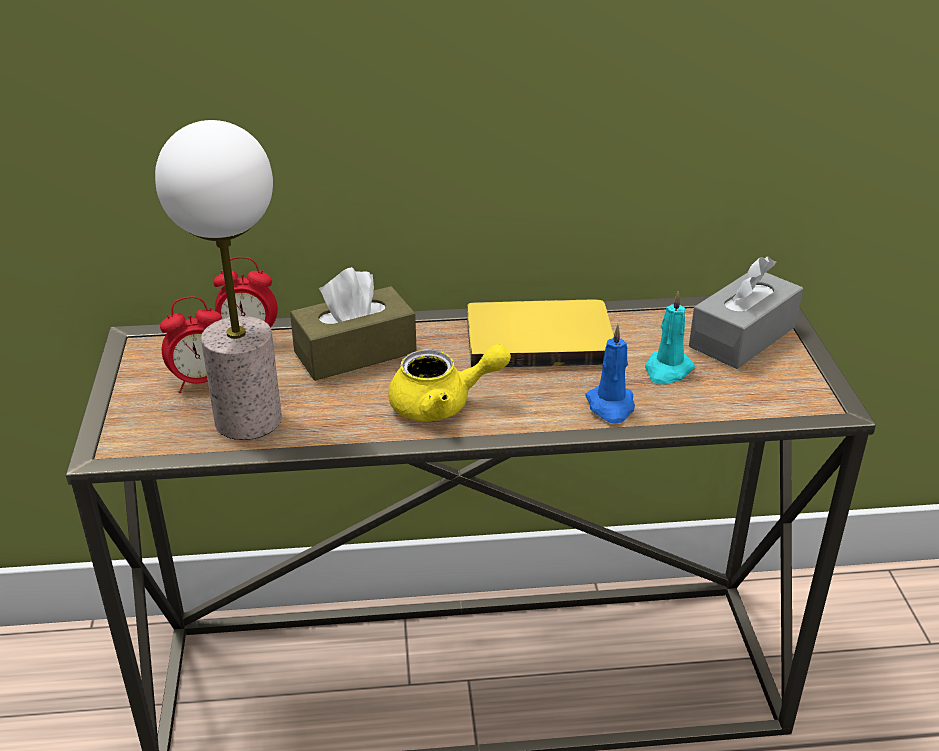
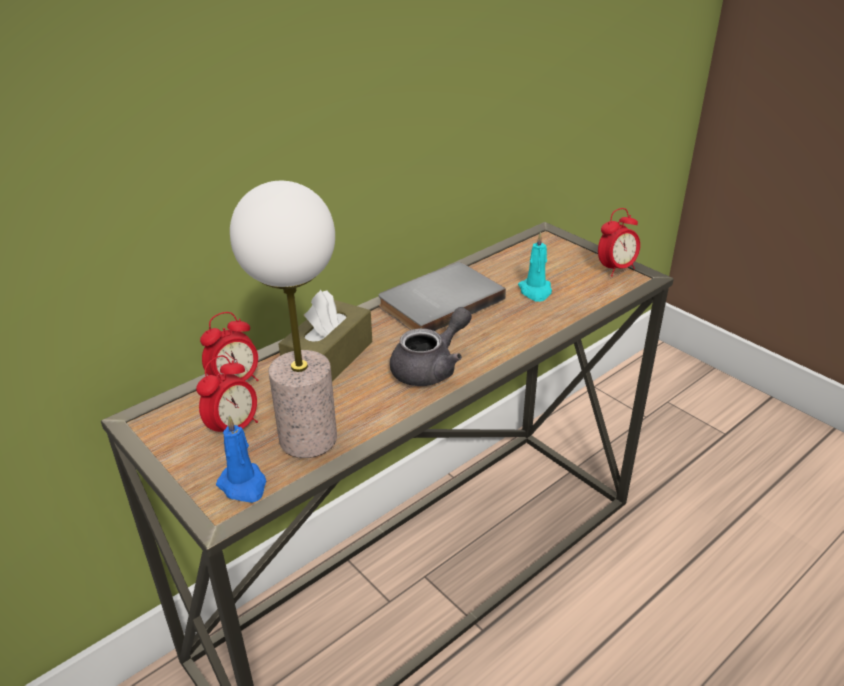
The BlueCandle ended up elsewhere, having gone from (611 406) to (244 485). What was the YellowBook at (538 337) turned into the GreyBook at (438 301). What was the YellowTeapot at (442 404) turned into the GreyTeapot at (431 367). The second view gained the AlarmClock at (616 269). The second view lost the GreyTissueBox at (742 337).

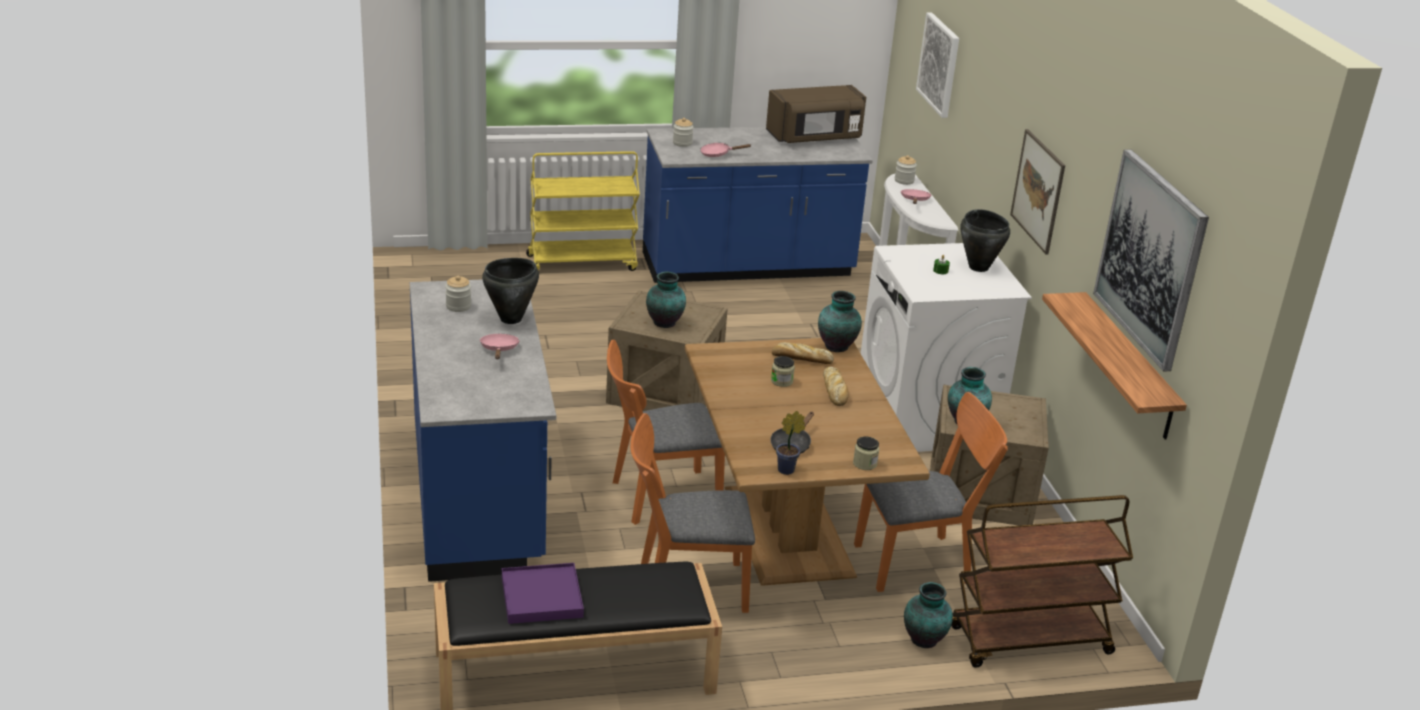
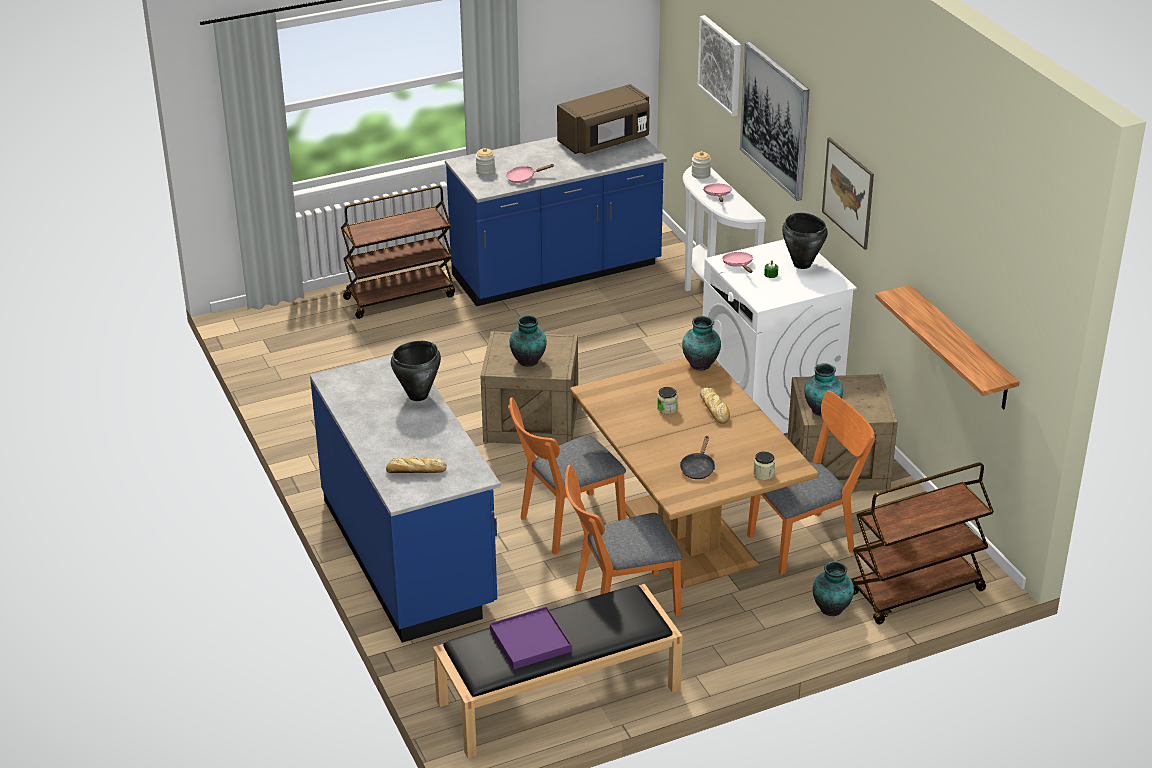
What was the YellowCart at (582 262) turned into the BrownCart at (400 297). The Bread ended up elsewhere, having gone from (800 358) to (415 471). The PinkFryingPan ended up elsewhere, having gone from (499 349) to (738 265). The Picture ended up elsewhere, having gone from (1150 258) to (775 120). The second view lost the Jar at (458 306). The second view lost the PottedPlant at (788 470).

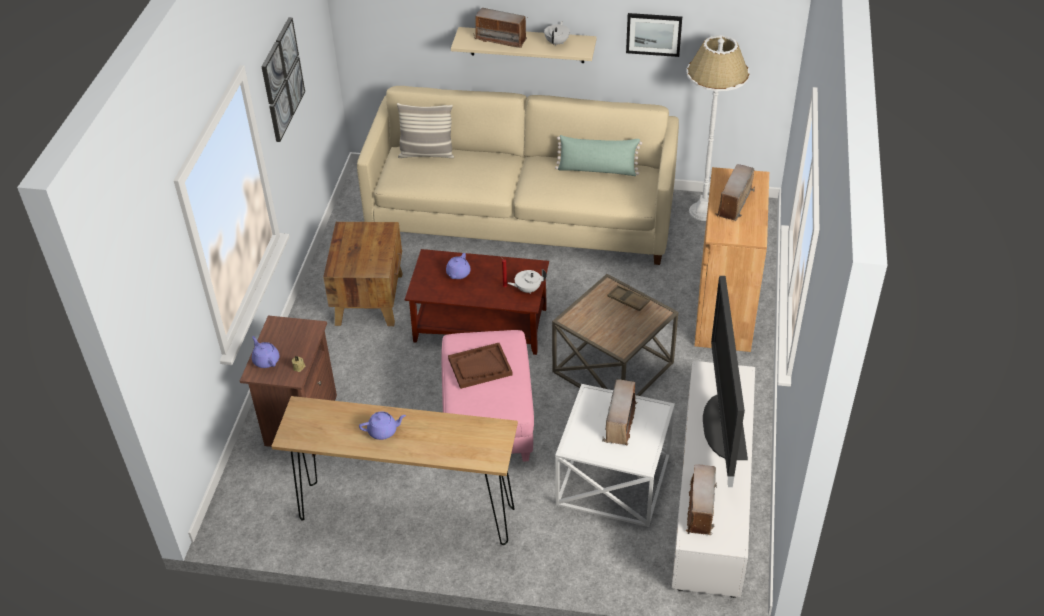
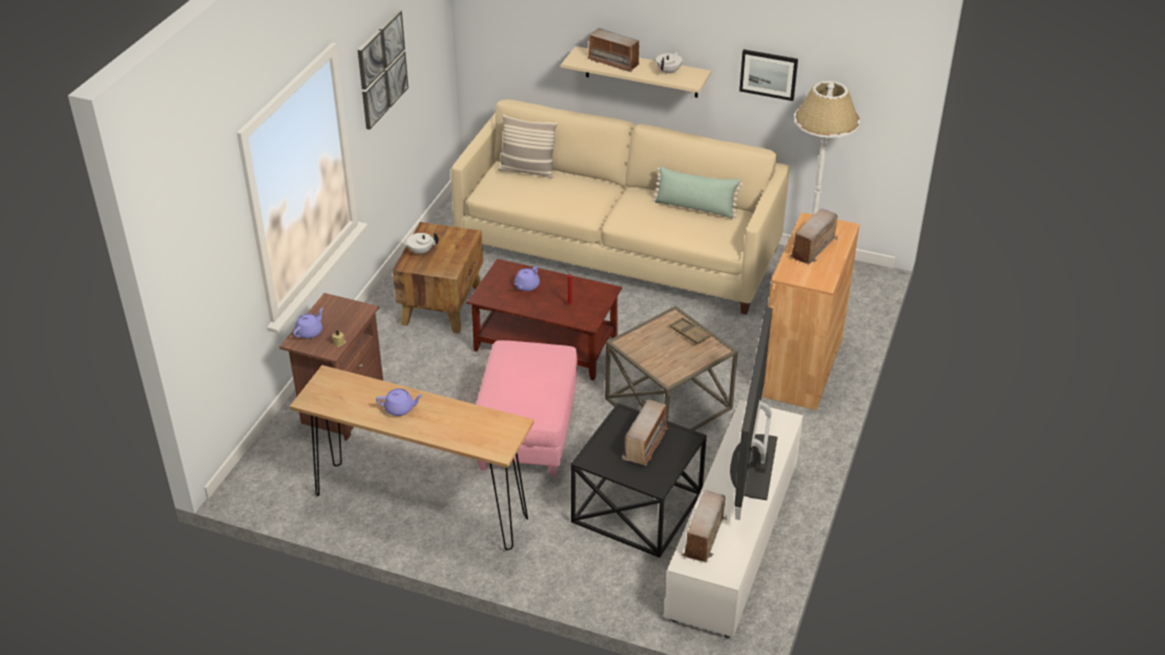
The PurpleTeapot at (266 360) ended up facing another way, 60 degrees clockwise from before. The WhiteTeapot ended up elsewhere, having gone from (527 289) to (420 251). What was the WhiteSideTable at (613 478) turned into the BlackSideTable at (637 506). The second view lost the BrownTray at (480 367).

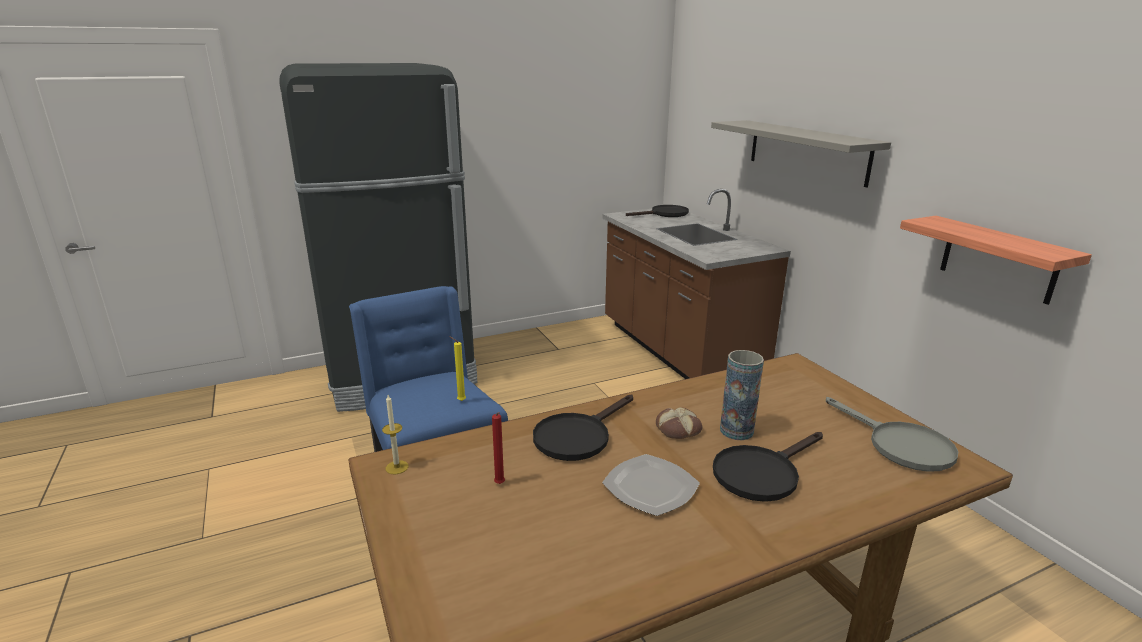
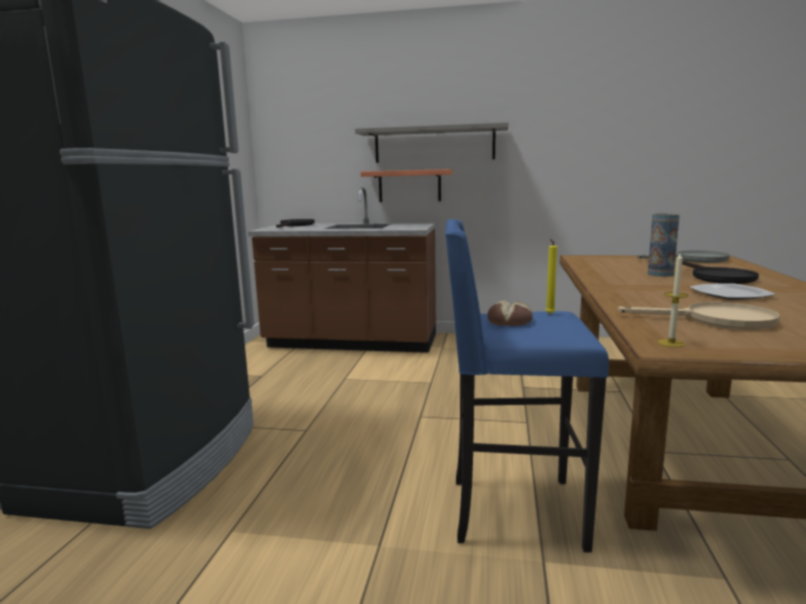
The Shelf ended up elsewhere, having gone from (998 259) to (409 186). The Bread ended up elsewhere, having gone from (678 429) to (510 321). Where the RedCandle stood at (500 485), the BeigeFryingPan came to stand at (716 320). The second view lost the BlackFryingPan at (578 436).

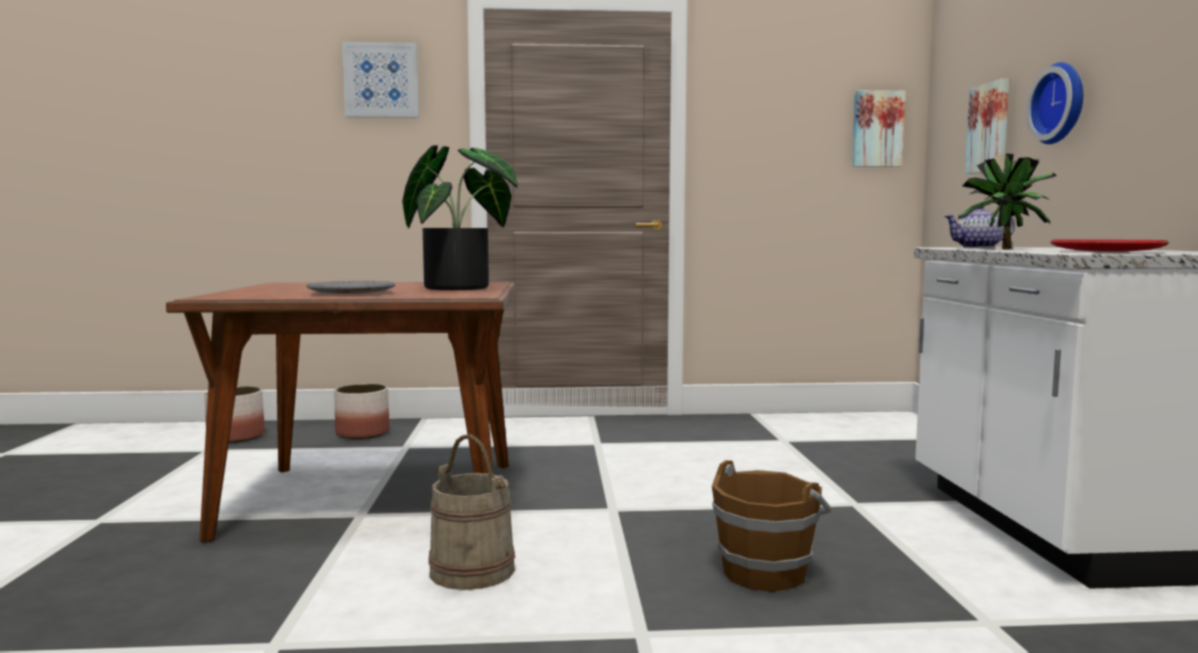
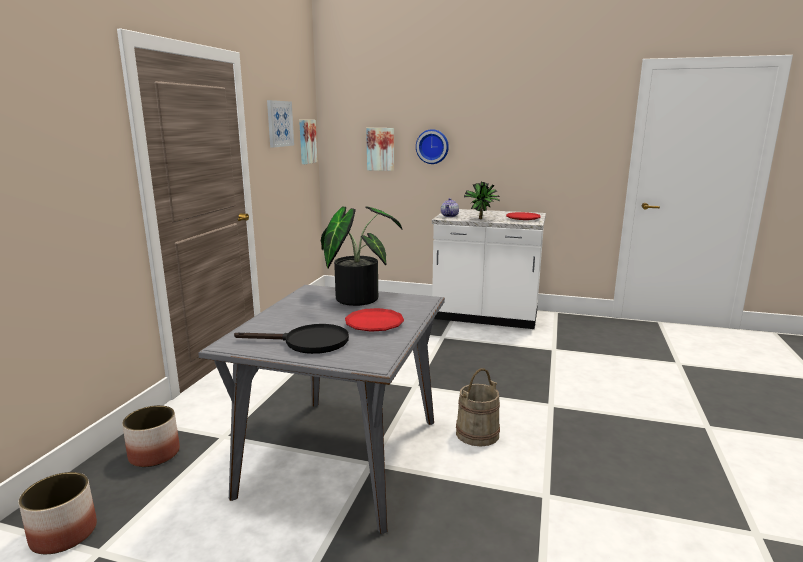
What was the BrownDiningTable at (374 499) turned into the GreyDiningTable at (342 457). The second view gained the BlackFryingPan at (307 343). The Picture ended up elsewhere, having gone from (381 80) to (279 123). What was the GreyPlate at (351 293) turned into the RedPlate at (374 324). The second view lost the BrownBucket at (765 572).

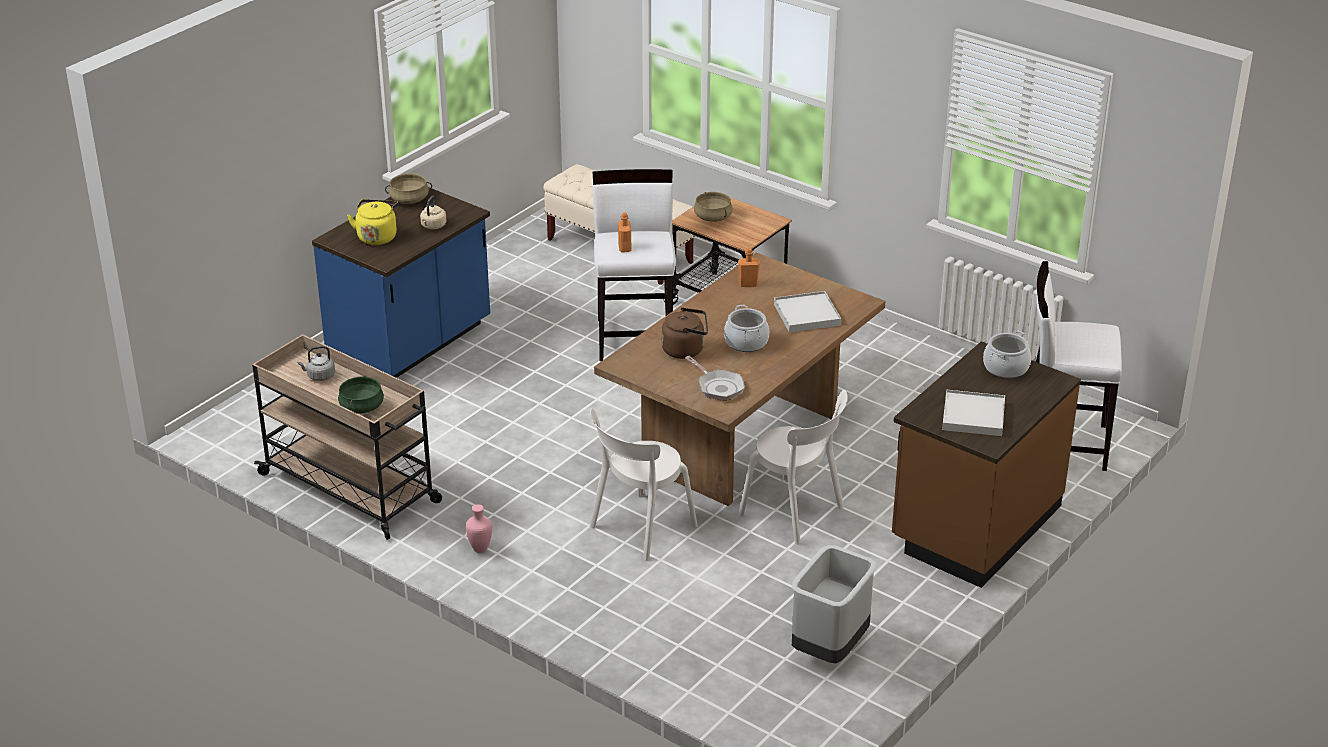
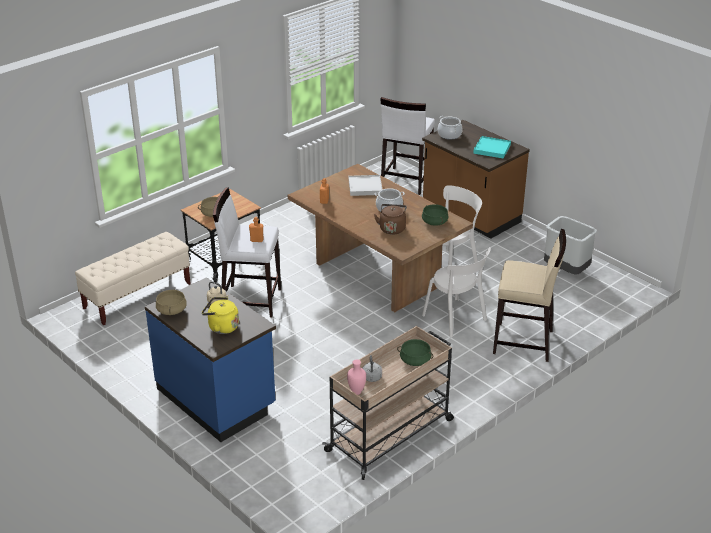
The PinkVase ended up elsewhere, having gone from (480 549) to (356 392). Where the FryingPan stood at (718 387), the GreenCookingPot came to stand at (434 222). What was the WhiteTray at (973 416) turned into the TurquoiseTray at (492 149). The second view gained the BeigeStool at (524 342).

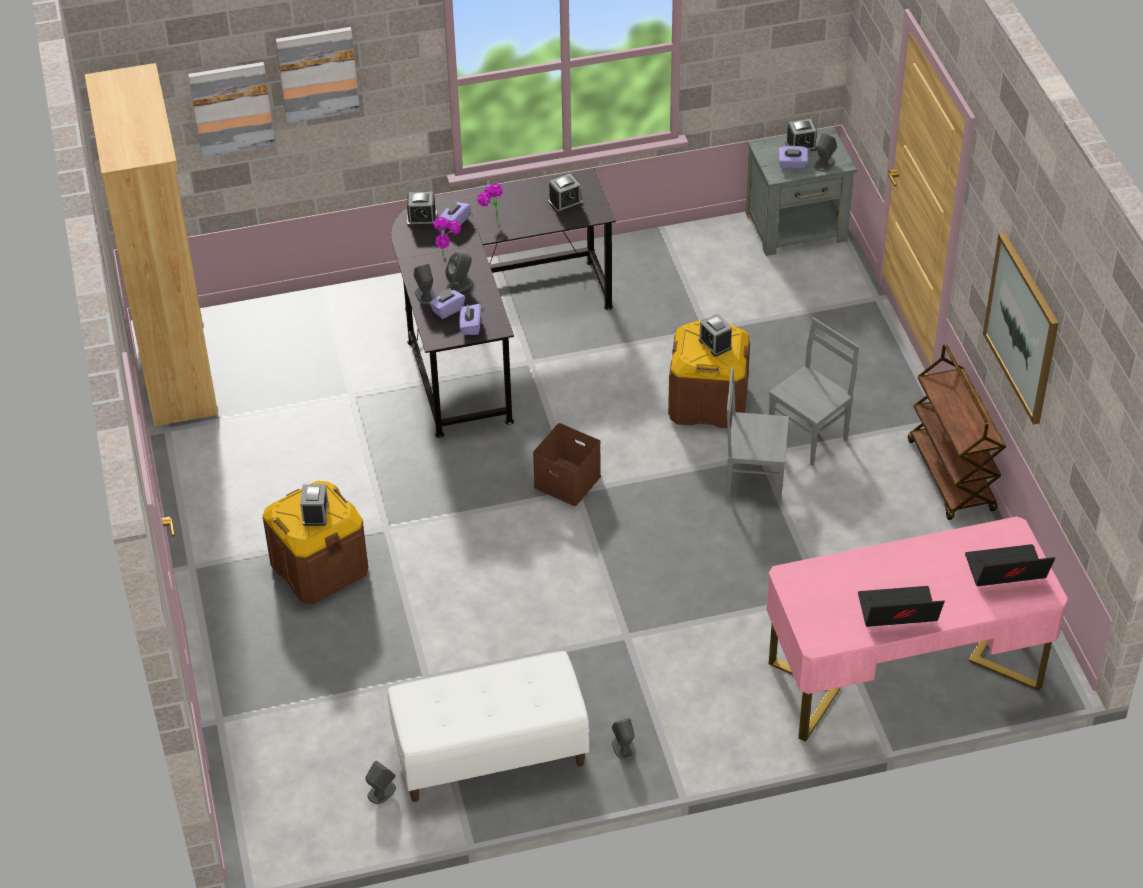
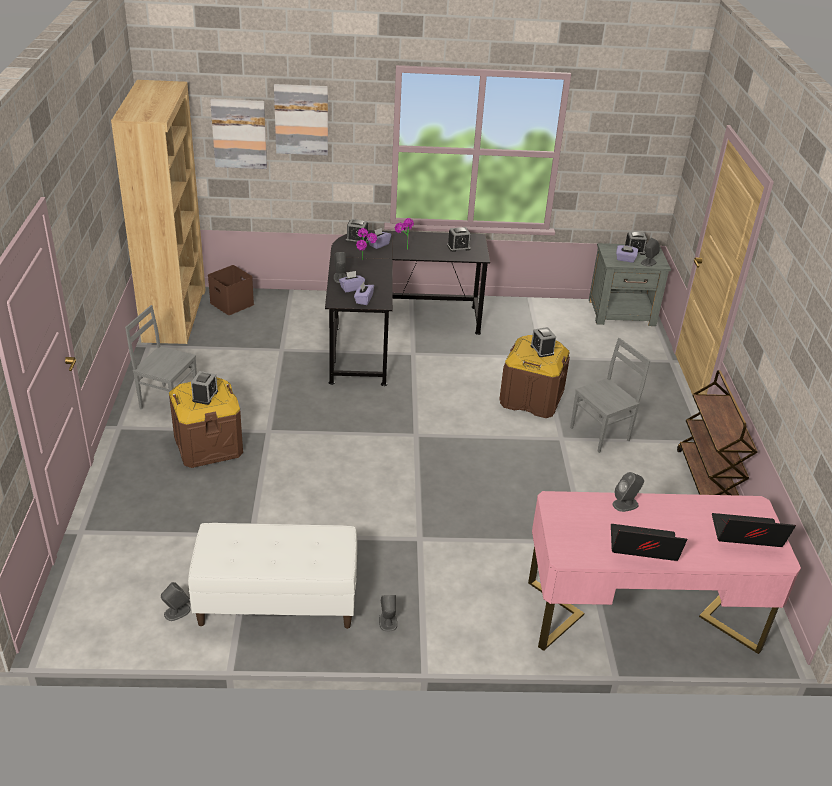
The GreyChair ended up elsewhere, having gone from (754 480) to (168 400). The BrownStorageBox ended up elsewhere, having gone from (569 481) to (233 303). The GreySpeaker ended up elsewhere, having gone from (460 285) to (625 504). The second view lost the Picture at (1022 328).

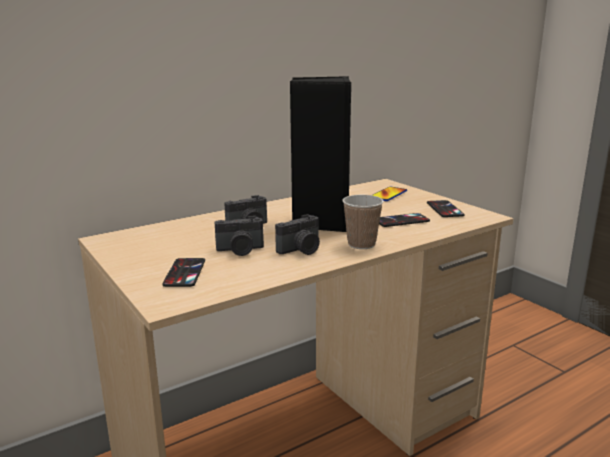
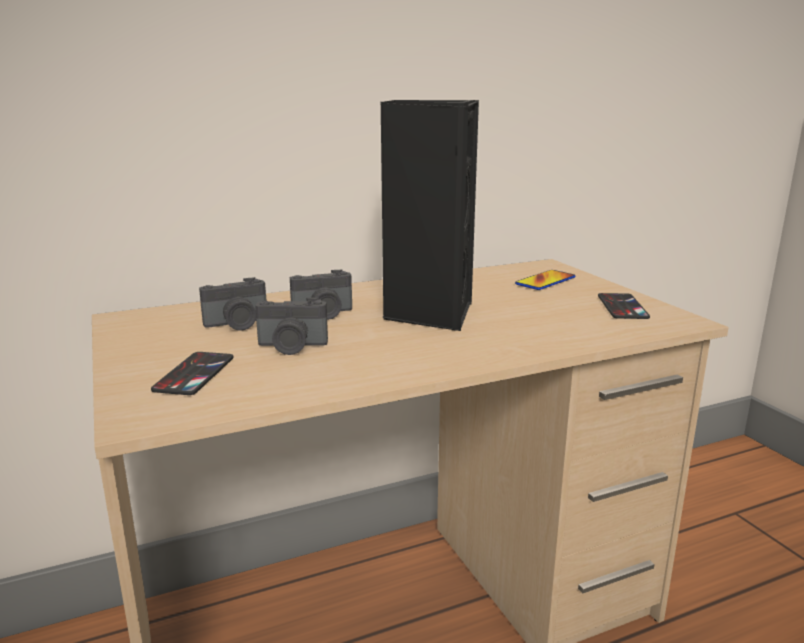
The PhotoCamera ended up elsewhere, having gone from (301 250) to (237 324). The second view lost the Cup at (361 244). The second view lost the Phone at (401 221).

